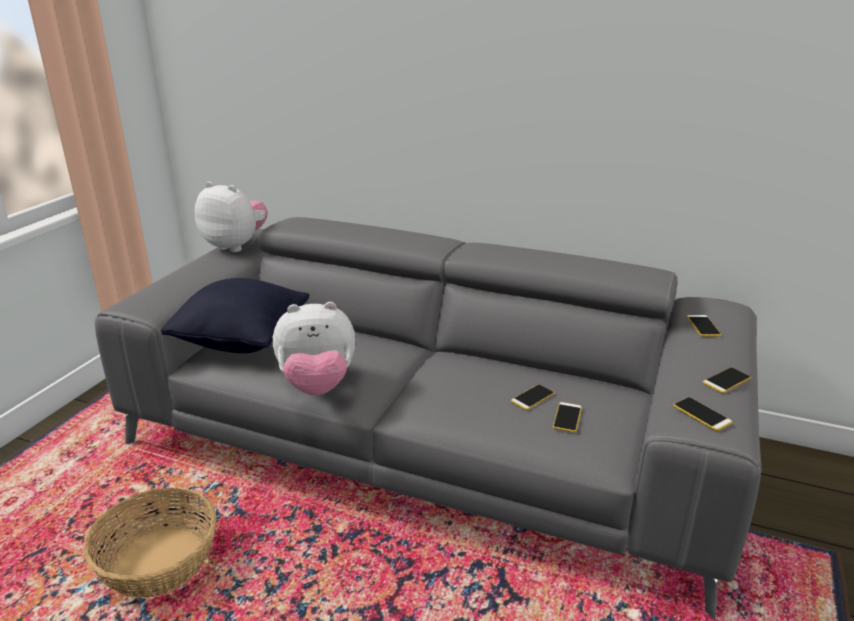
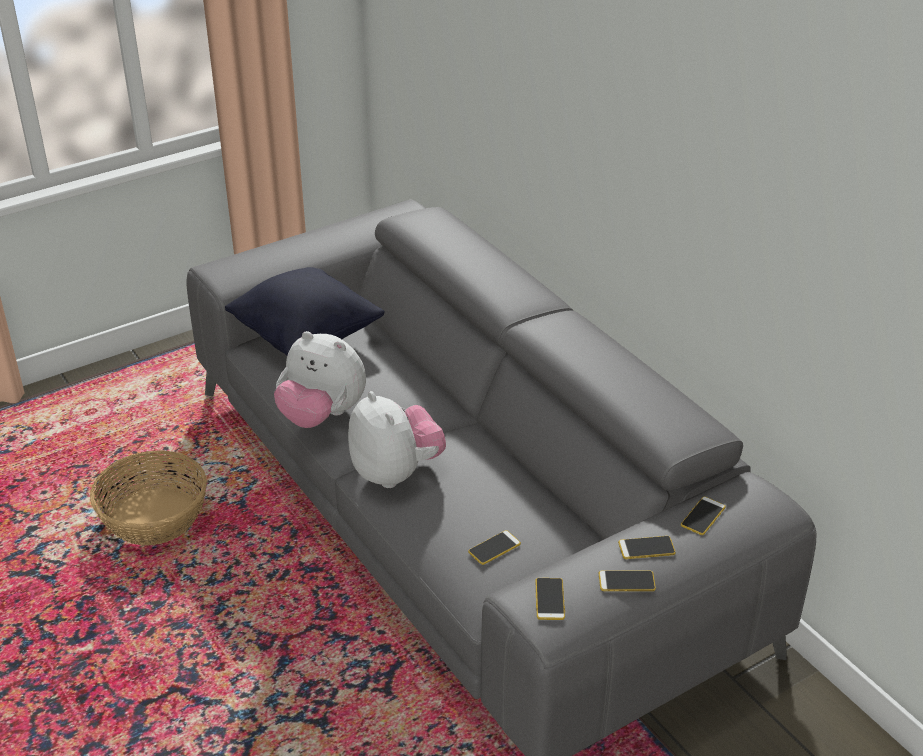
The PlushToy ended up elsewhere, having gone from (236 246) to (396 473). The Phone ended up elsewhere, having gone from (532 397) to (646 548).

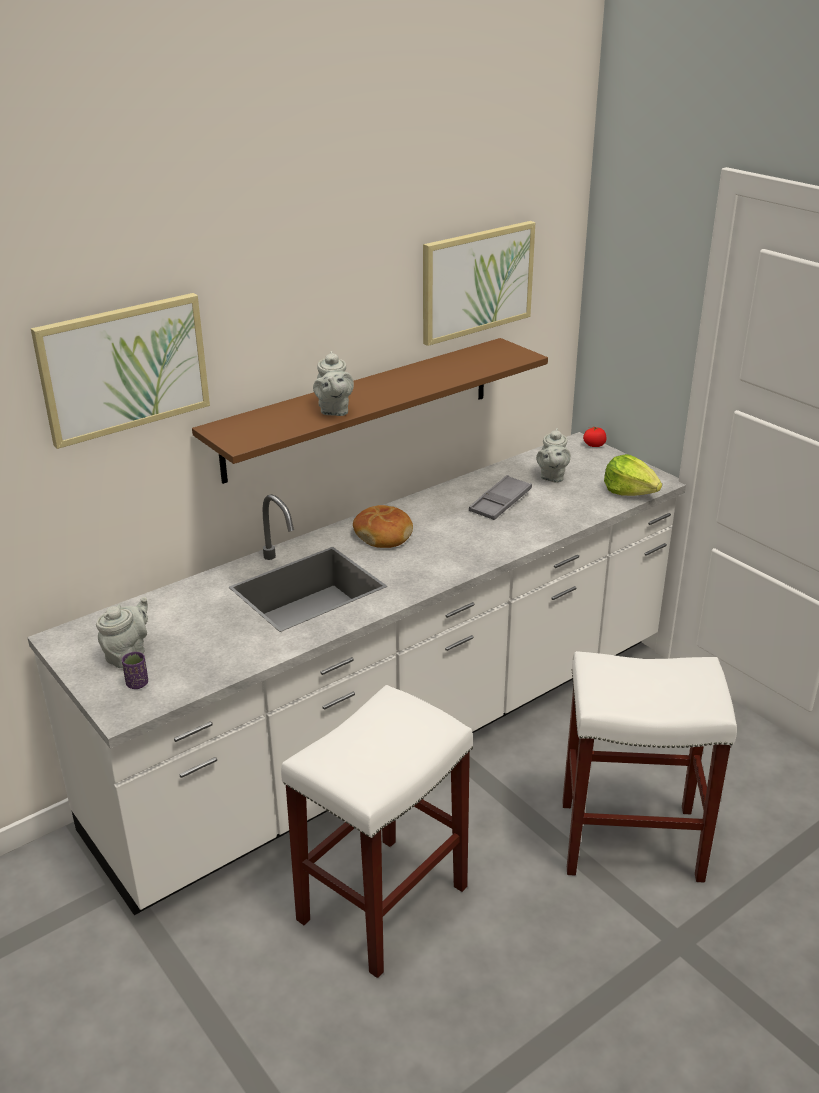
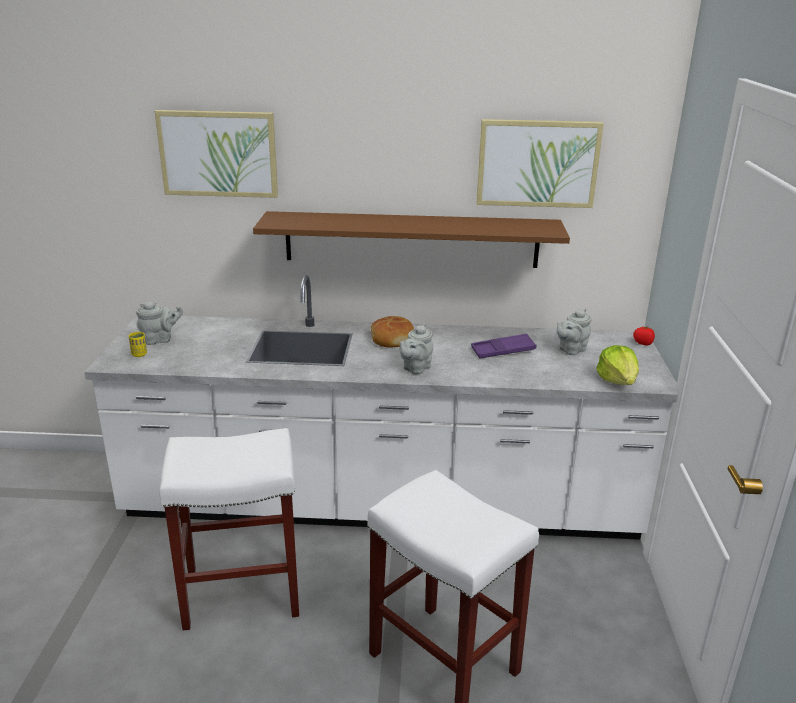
What was the PurpleCup at (137 684) turned into the YellowCup at (139 354). The GreyTeapot ended up elsewhere, having gone from (334 411) to (415 368). What was the GreyTray at (500 502) turned into the PurpleTray at (503 351).

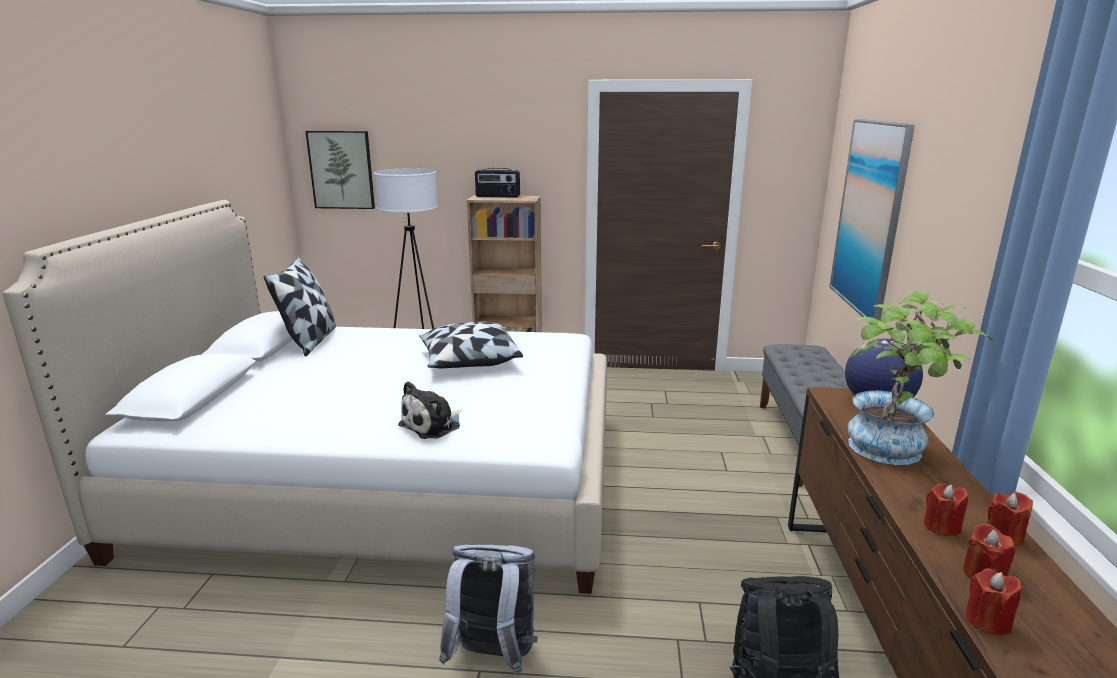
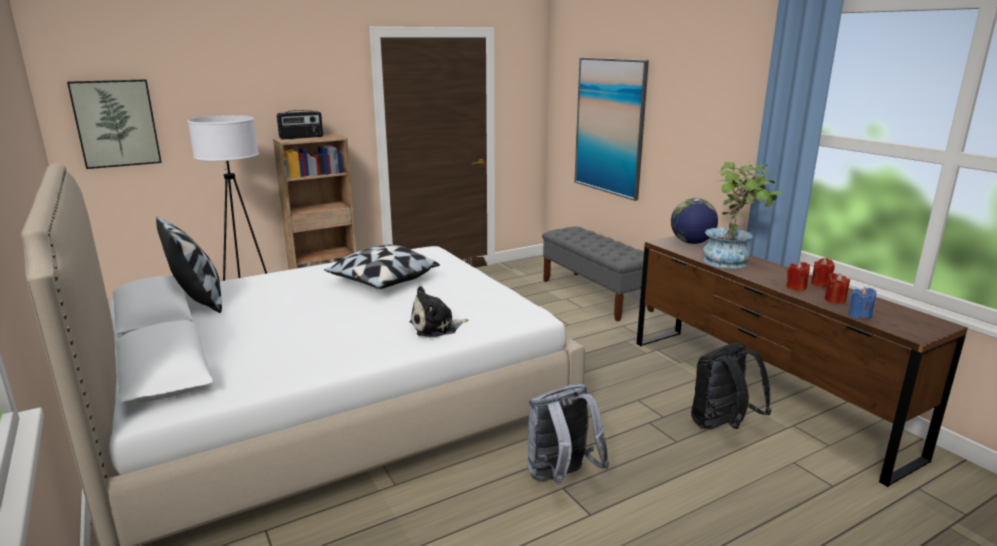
The PlushToy at (433 425) ended up facing another way, 60 degrees clockwise from before. What was the RedCandle at (987 621) turned into the BlueCandle at (859 315).

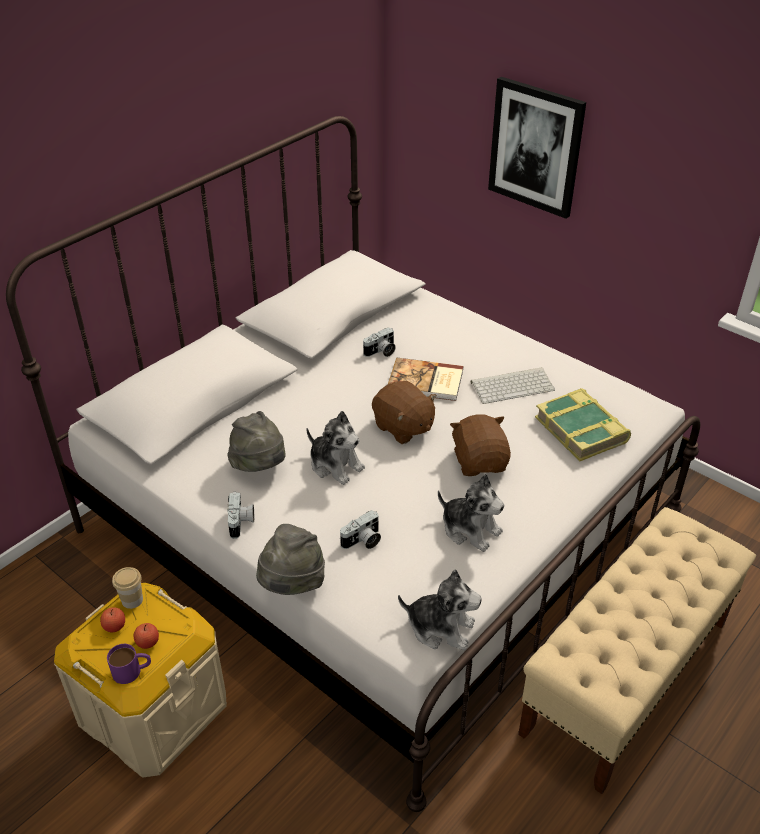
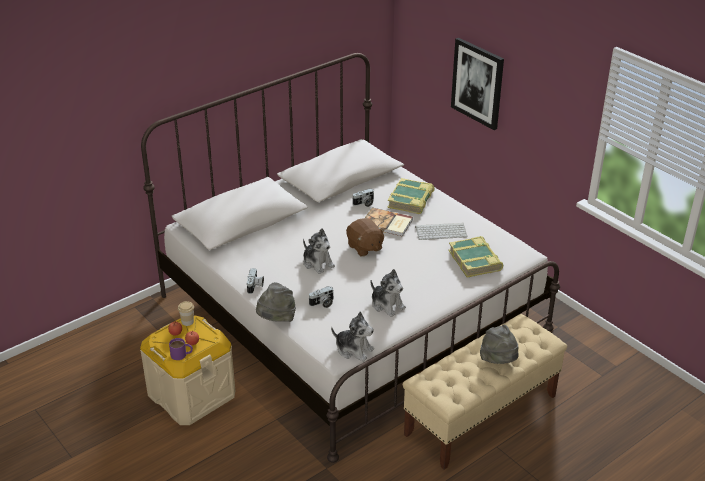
The second view gained the Book at (411 200). The GreyHat ended up elsewhere, having gone from (260 467) to (498 361). The second view lost the BrownPlushToy at (480 462).

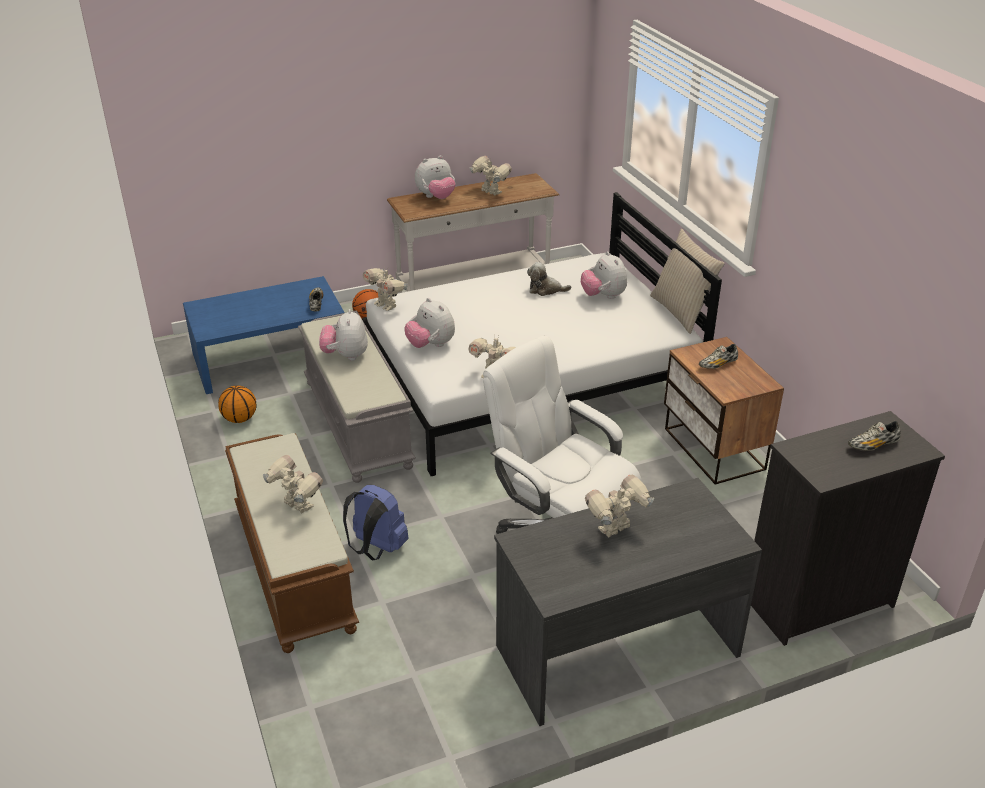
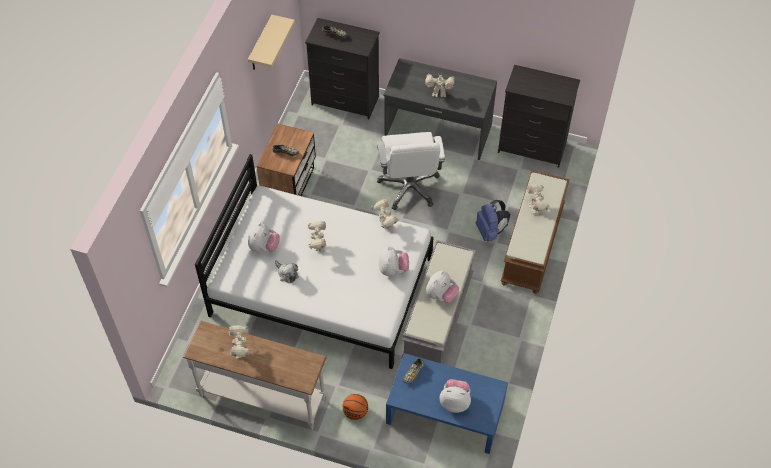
The second view gained the BeigeShelf at (260 45). The ToyRobot ended up elsewhere, having gone from (386 305) to (318 246). The PlushToy ended up elsewhere, having gone from (436 197) to (455 402). The second view gained the BlackDresser at (532 148). The second view lost the Basketball at (239 419). The second view lost the BeigePillow at (681 312).

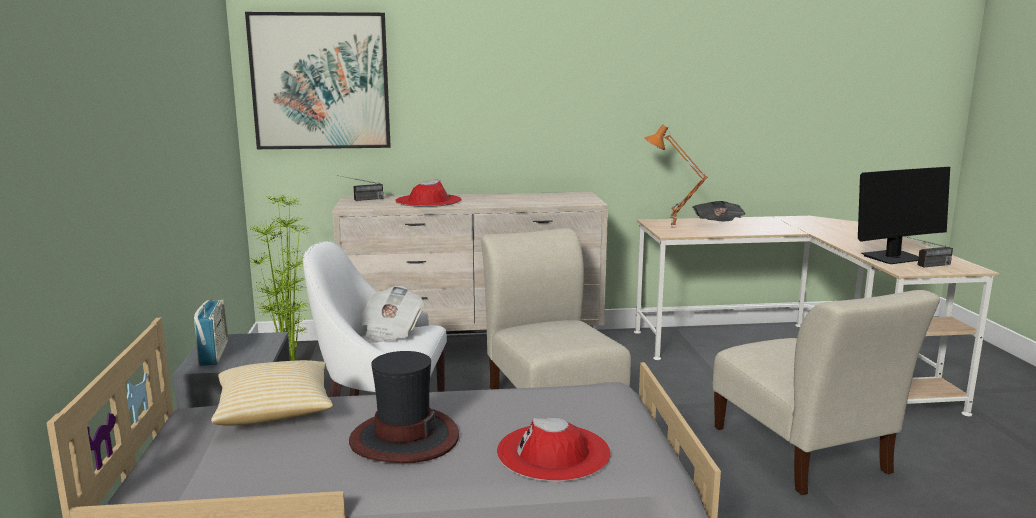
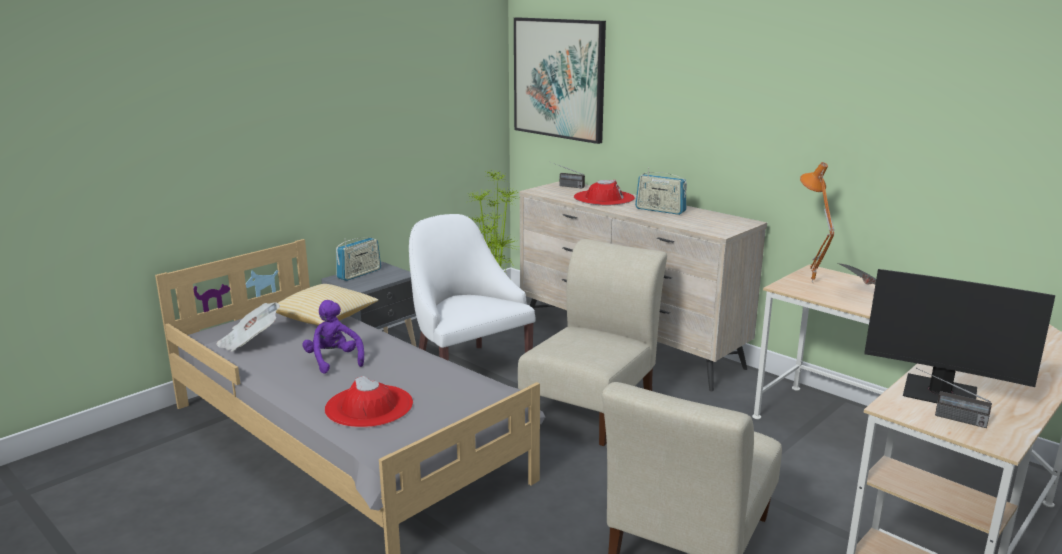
The Newspaper ended up elsewhere, having gone from (390 331) to (249 342). Where the Hat stood at (404 438), the PurplePlushToy came to stand at (334 360). The second view gained the Radio at (660 210).

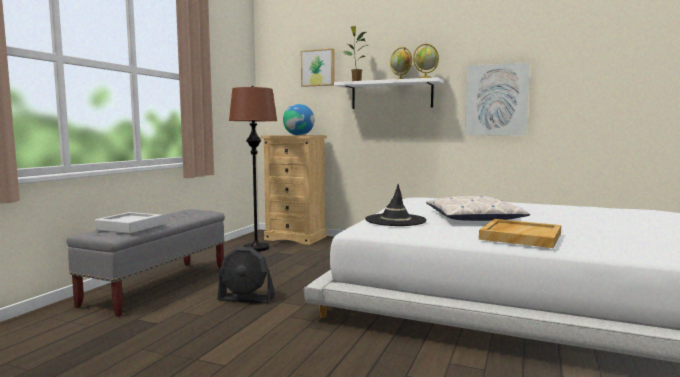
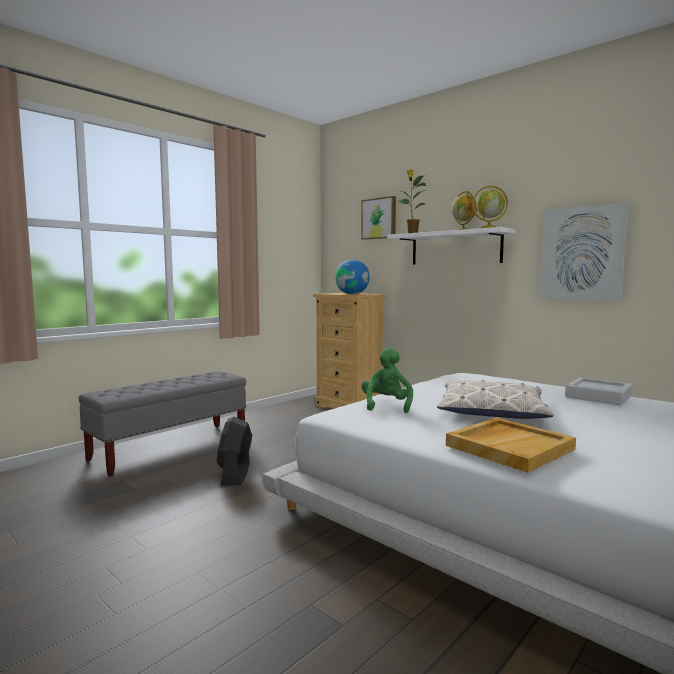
The BlackFan at (246 299) ended up facing another way, 60 degrees clockwise from before. Where the BlackHat stood at (395 220), the GreenPlushToy came to stand at (386 406). The GreyTray ended up elsewhere, having gone from (129 227) to (598 396). The second view lost the BrownFloorLamp at (256 248).

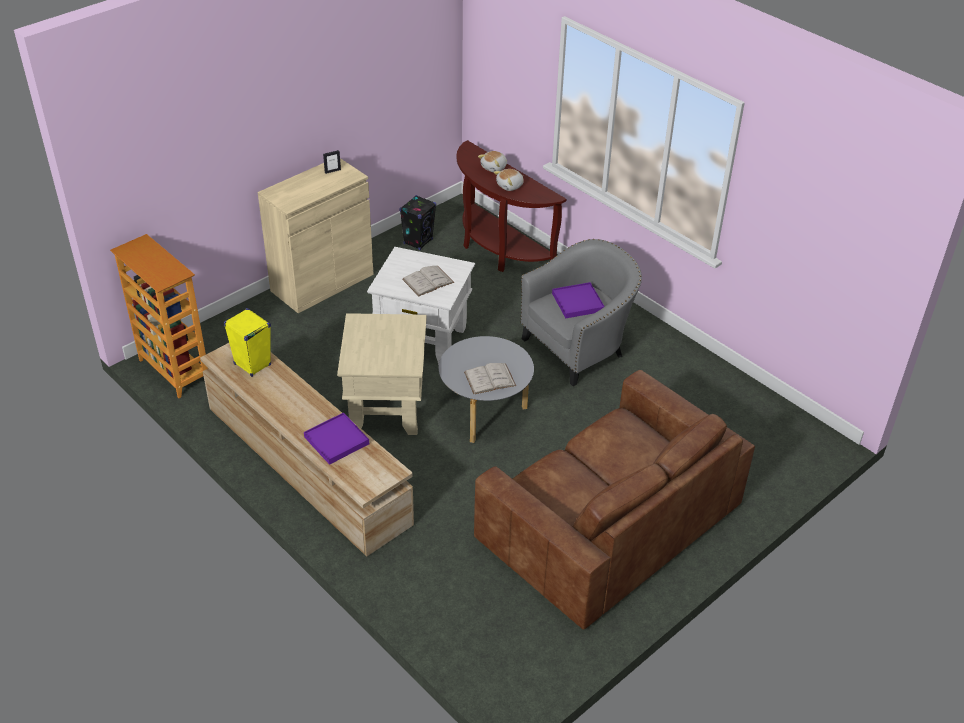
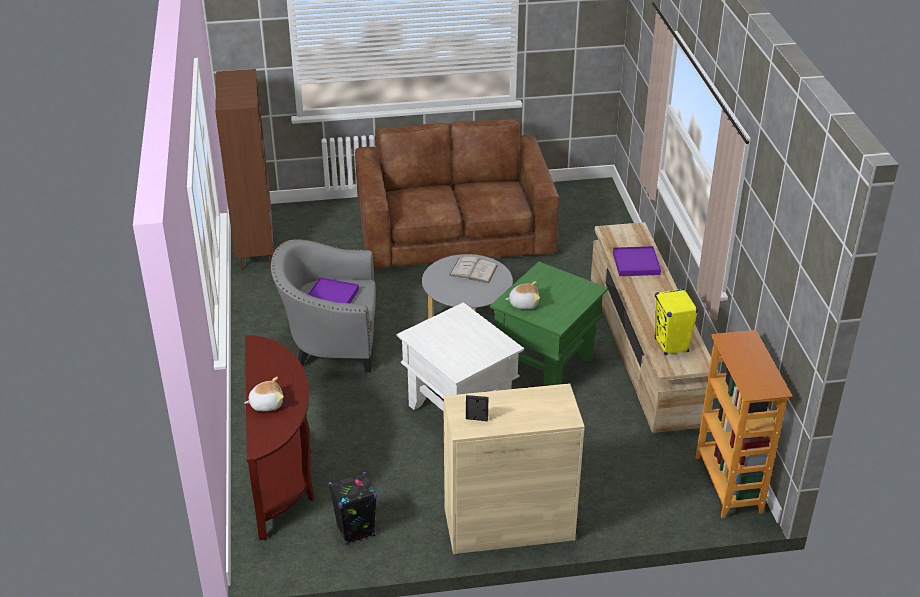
The second view gained the BrownBookcase at (254 250). What was the BeigeSideTable at (386 408) turned into the GreenSideTable at (545 365). The PlushToy ended up elsewhere, having gone from (510 186) to (523 303). The second view lost the WhiteBook at (428 281).

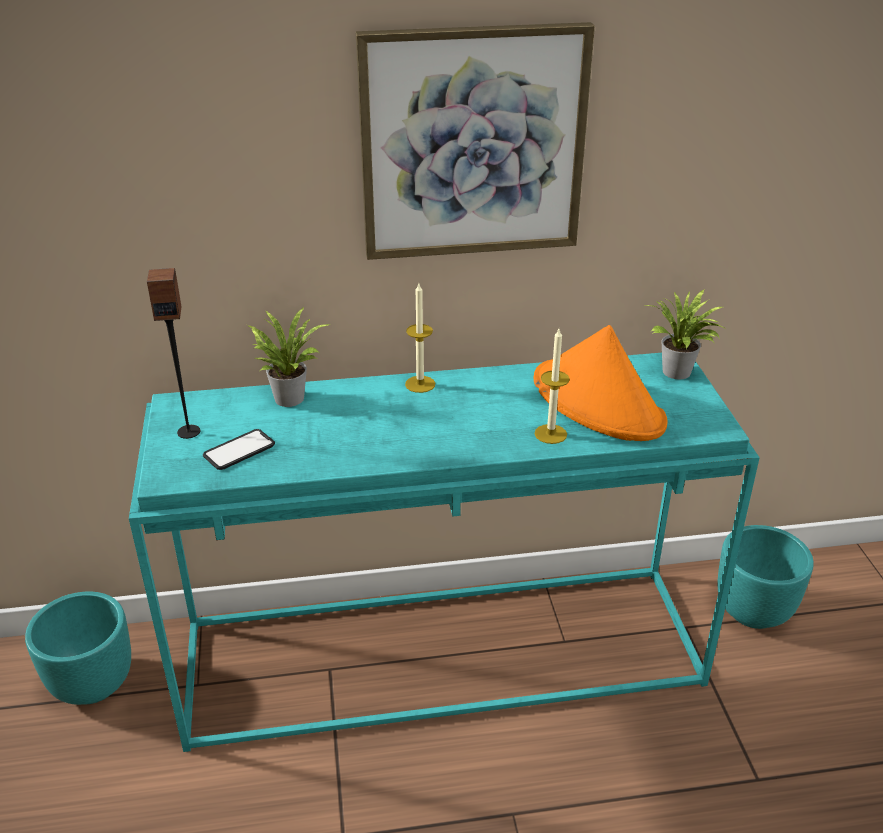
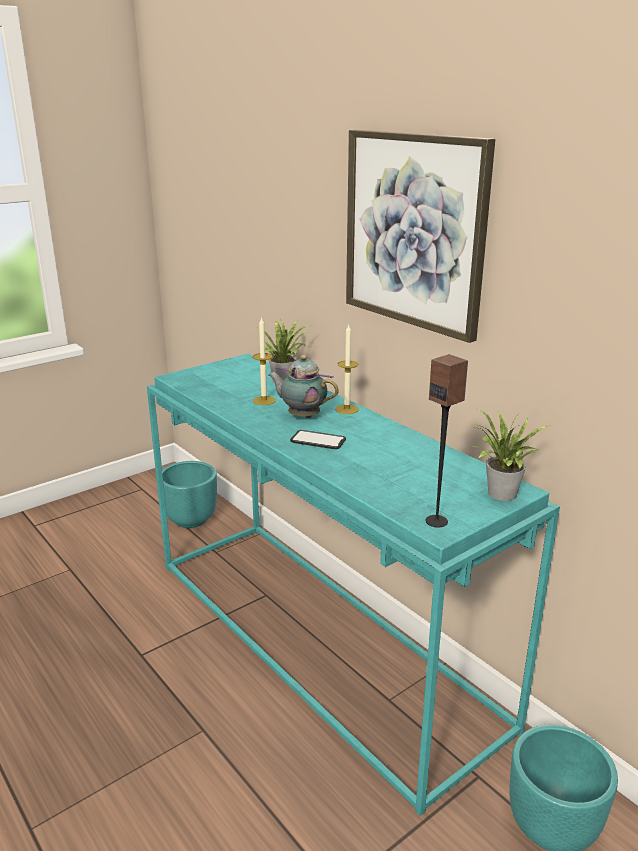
The Candle ended up elsewhere, having gone from (550 434) to (264 400). The second view gained the Teapot at (302 416). The Phone ended up elsewhere, having gone from (239 450) to (318 440). The Speaker ended up elsewhere, having gone from (189 431) to (437 521). The second view lost the OrangeHat at (598 402).

